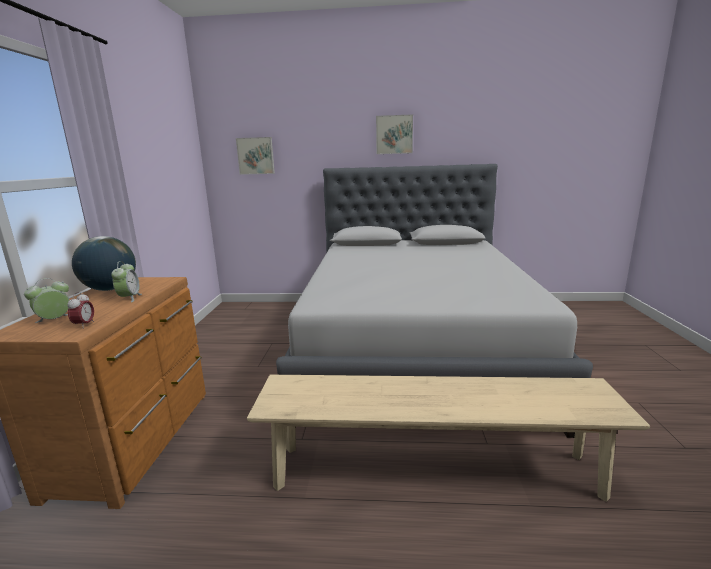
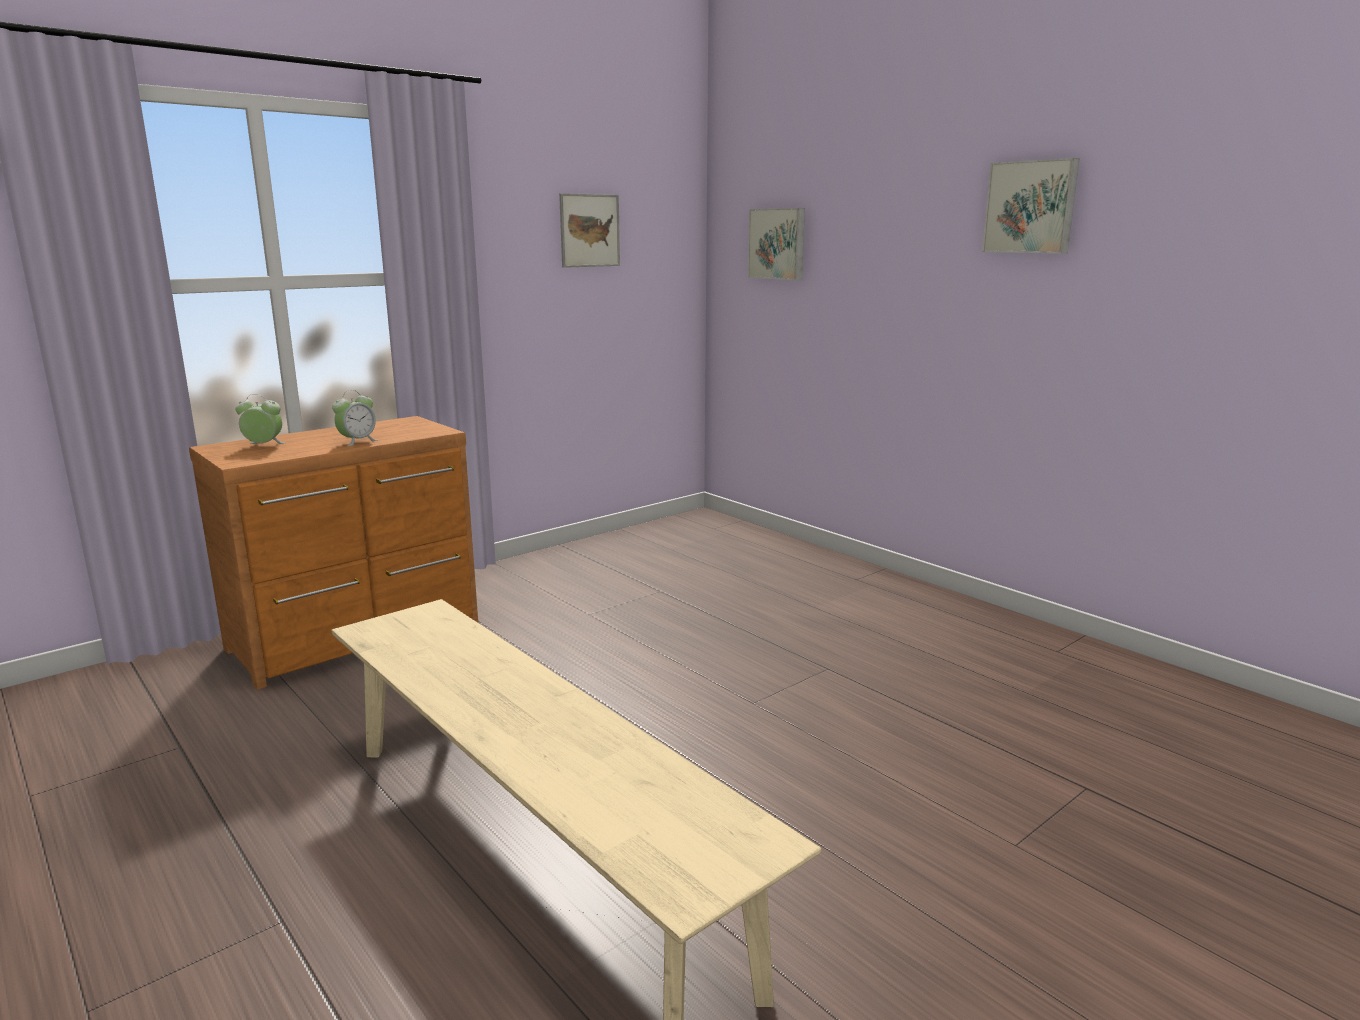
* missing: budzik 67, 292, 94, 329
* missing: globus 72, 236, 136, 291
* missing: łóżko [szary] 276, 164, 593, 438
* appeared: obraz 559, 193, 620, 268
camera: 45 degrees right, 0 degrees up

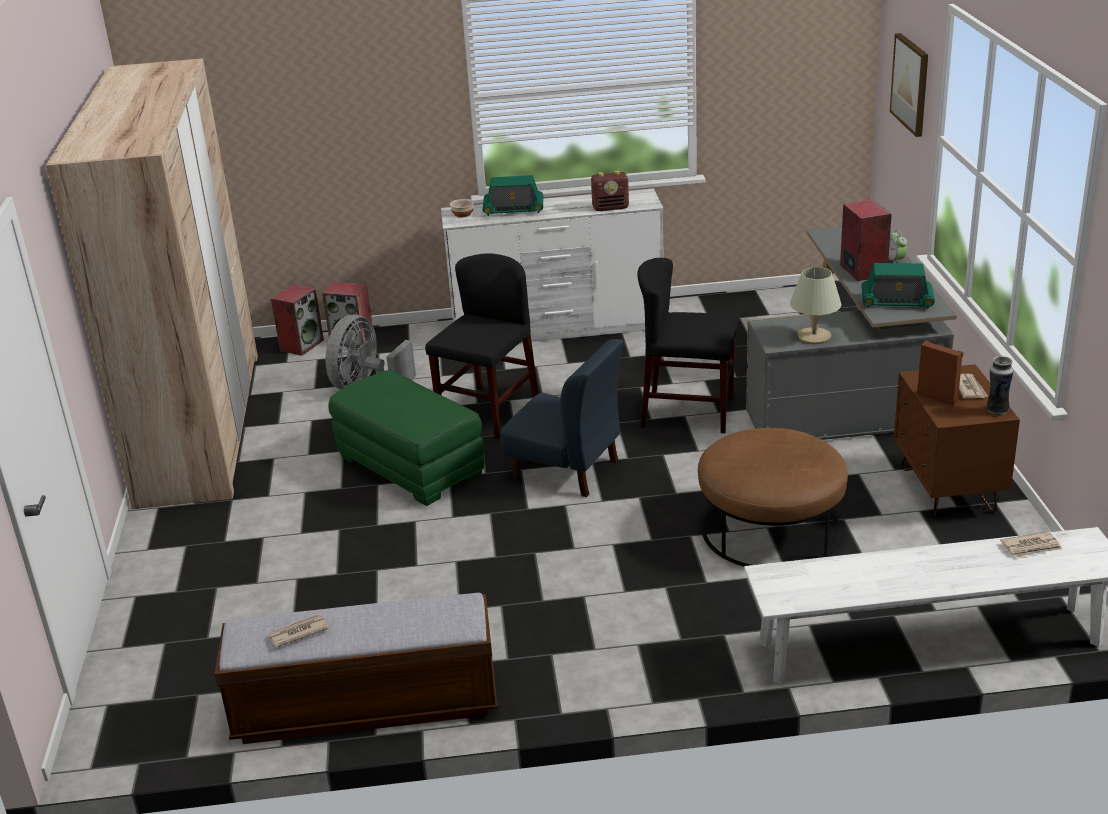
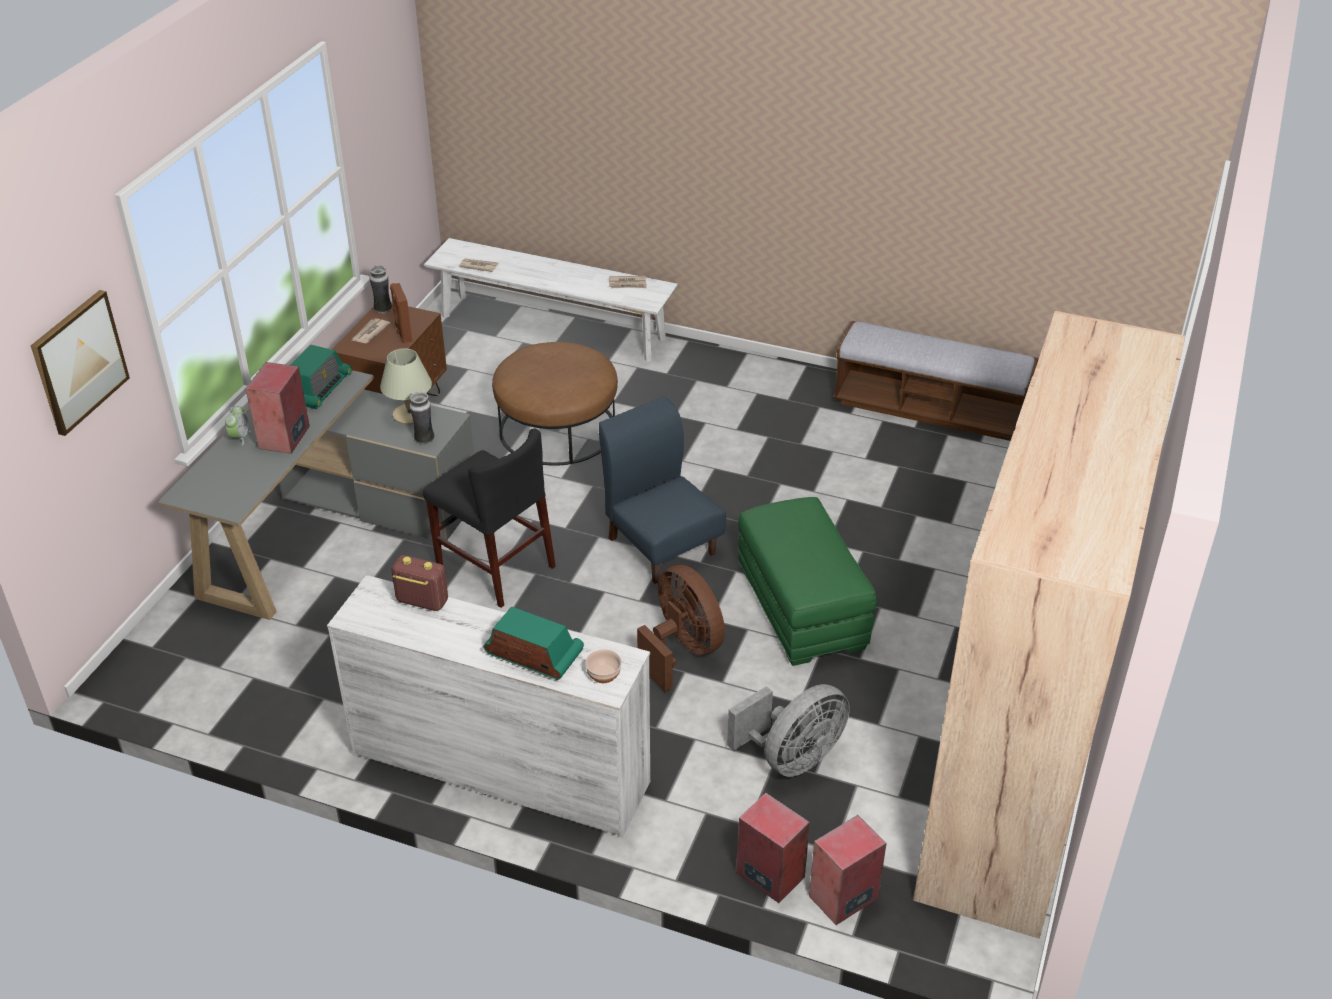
* relocated: gazeta 267, 614, 329, 647 to 609, 276, 647, 288
* exchanged: krzesło [czarny] 425, 253, 538, 439 to wentylator [brązowy] 637, 565, 725, 692
* spun: radio 861, 263, 935, 308 = 290, 344, 352, 409 75 degrees clockwise
* appeared: wazon 410, 392, 435, 445
camera: 155 degrees left, 10 degrees up

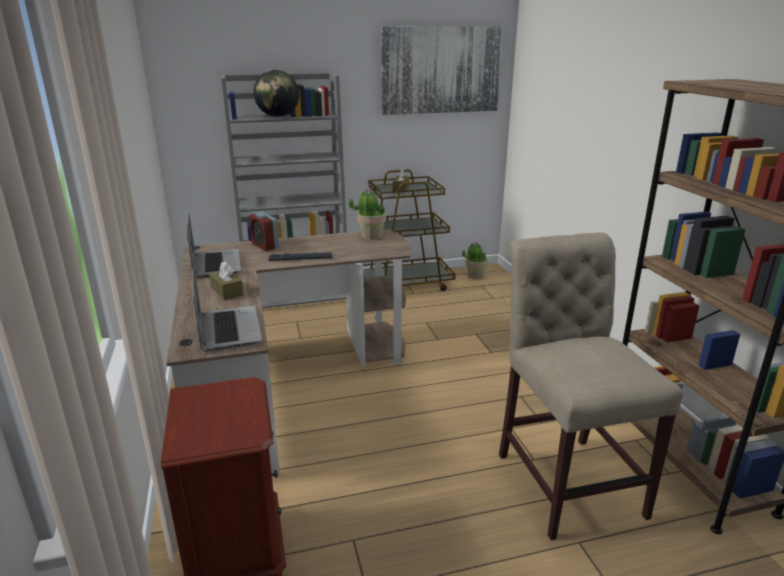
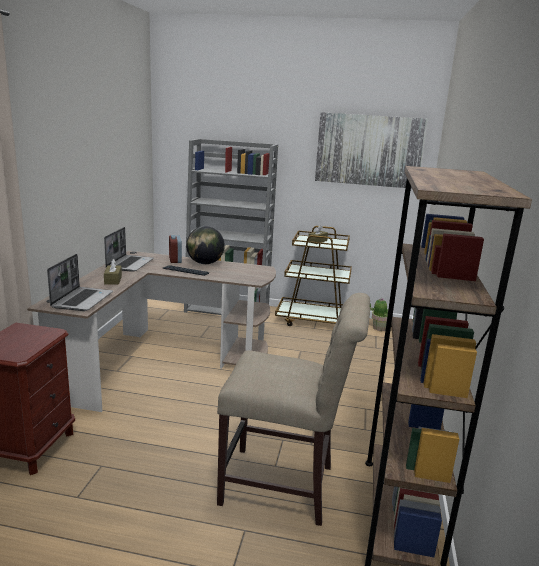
* relocated: globus 254, 70, 299, 117 to 186, 226, 225, 264
* missing: roślina doniczkowa 348, 188, 386, 240
* spun: krzesło [beżowy] 499, 232, 683, 540 = 217, 293, 370, 526 90 degrees clockwise
camera: 25 degrees right, 5 degrees down

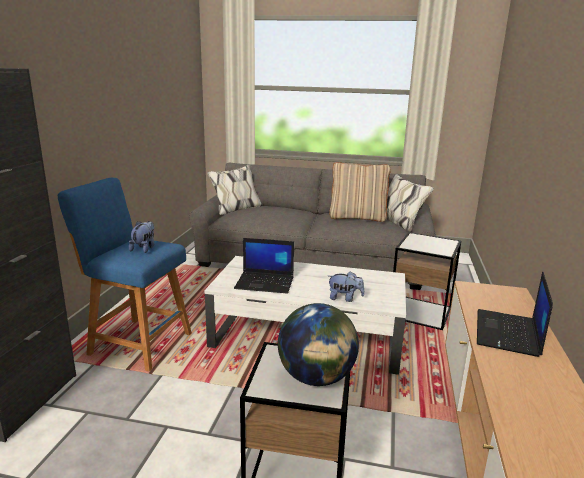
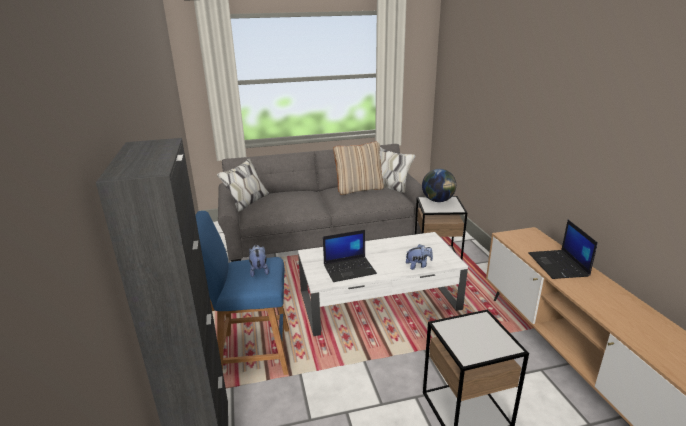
* relocated: globus 278, 303, 359, 386 to 422, 169, 456, 202
camera: 25 degrees left, 5 degrees up

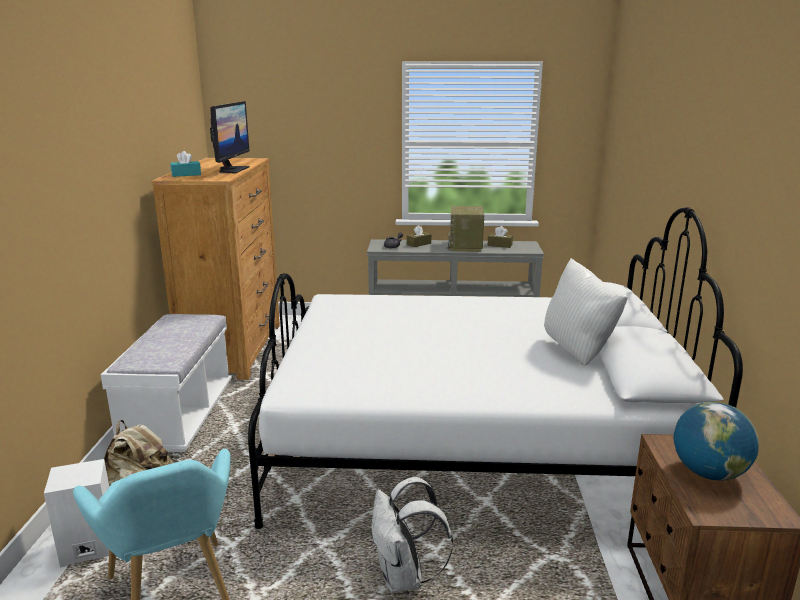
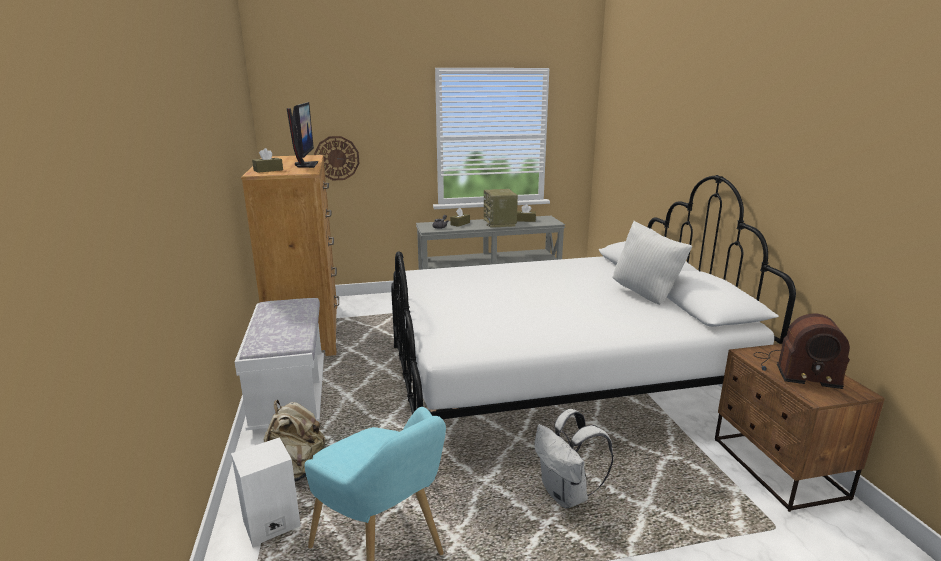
* colour: pudełko chusteczek [turkusowy] 171, 151, 201, 177 to pudełko chusteczek [brązowy] 252, 148, 283, 173
* exchanged: globus 674, 402, 759, 480 to radio 754, 313, 850, 389
* appeared: zegar ścienny 314, 136, 360, 180
camera: 15 degrees left, 0 degrees up

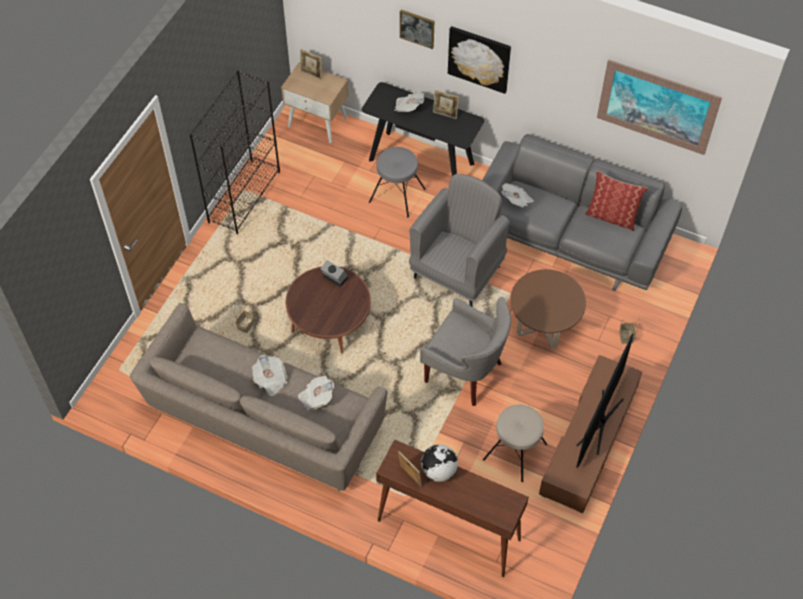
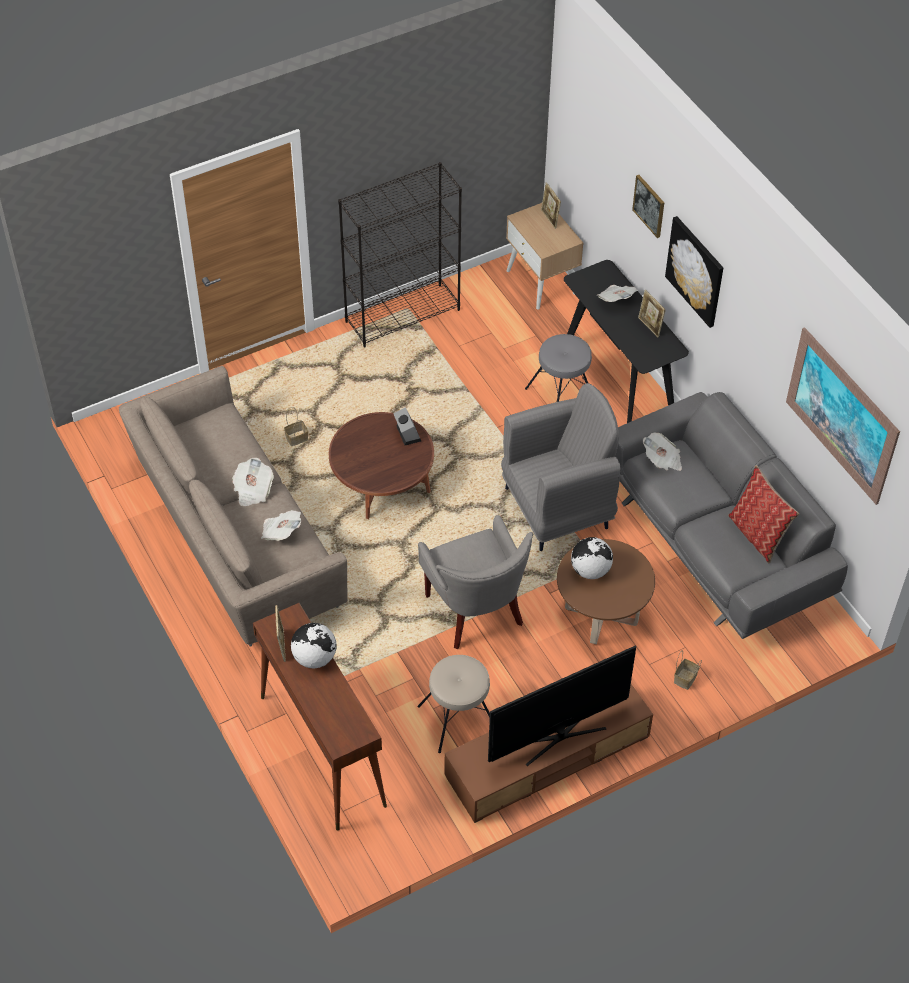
* appeared: globus 571, 537, 613, 579
camera: 35 degrees right, 5 degrees down

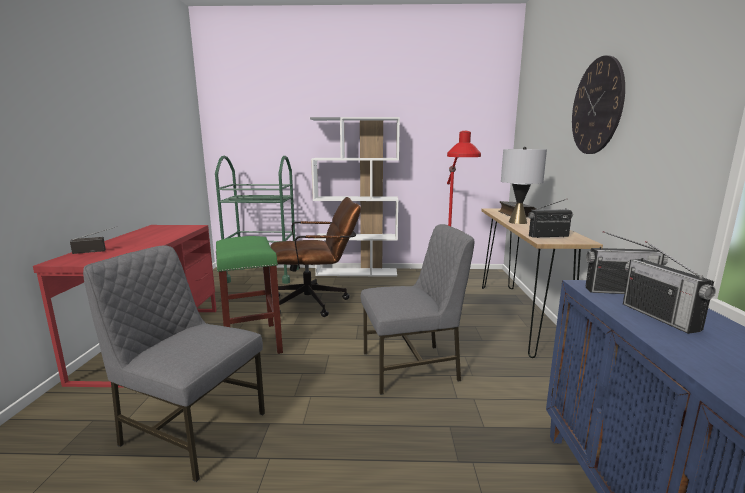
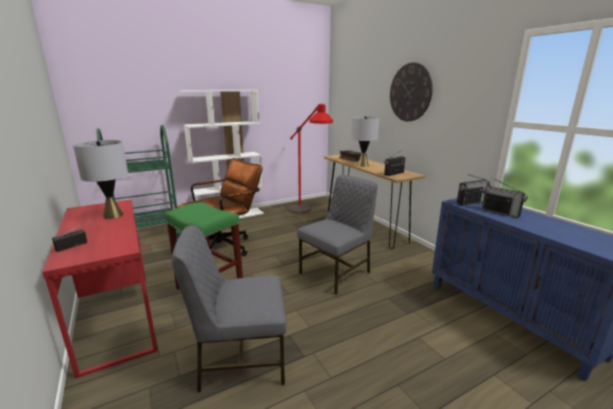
* appeared: lampa stołowa [szary] 73, 140, 128, 219
camera: 30 degrees left, 5 degrees up

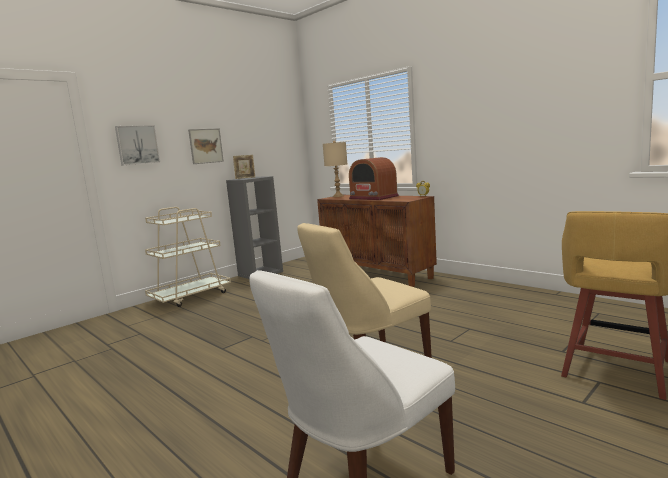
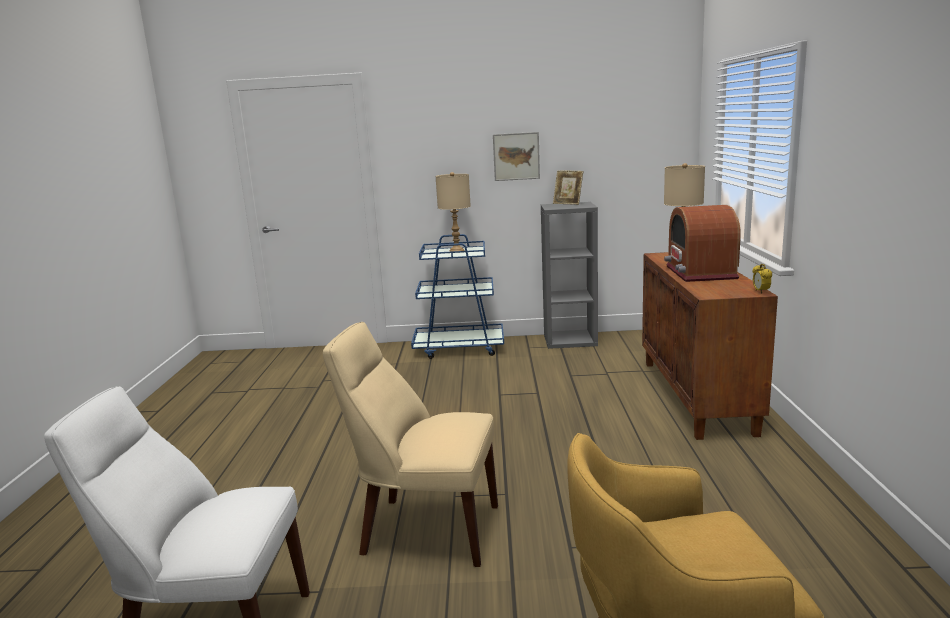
* missing: obraz 115, 125, 160, 166
* colour: wózek [beżowy] 145, 207, 231, 307 to wózek [niebieski] 411, 234, 504, 359
* appeared: lampa stołowa [beżowy] 435, 172, 471, 252
camera: 45 degrees right, 5 degrees up

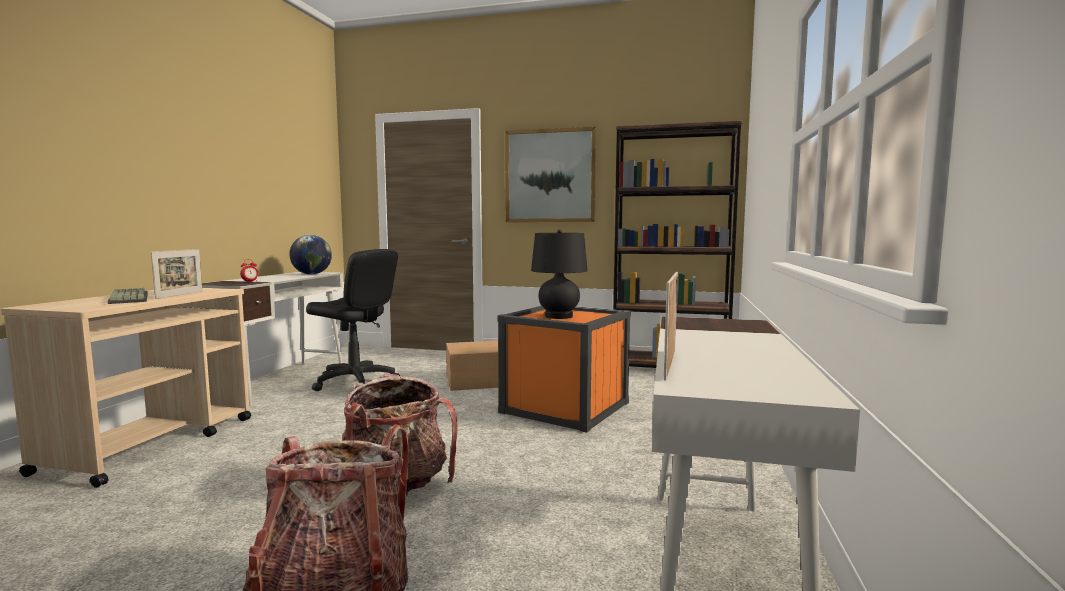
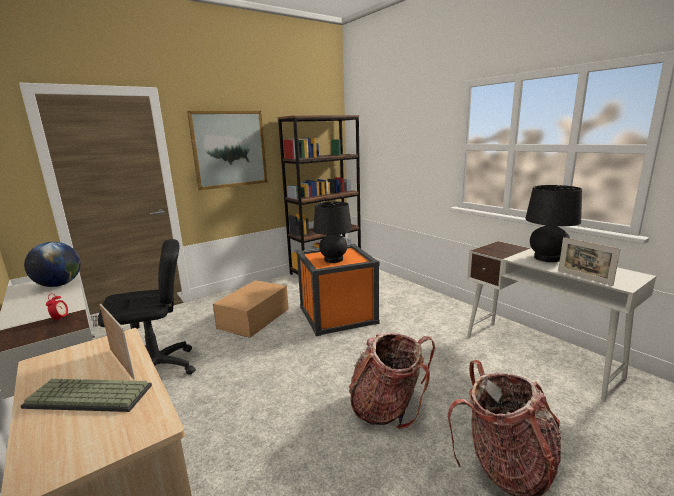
* appeared: lampa stołowa [czarny] 525, 185, 582, 262
camera: 50 degrees left, 10 degrees up

